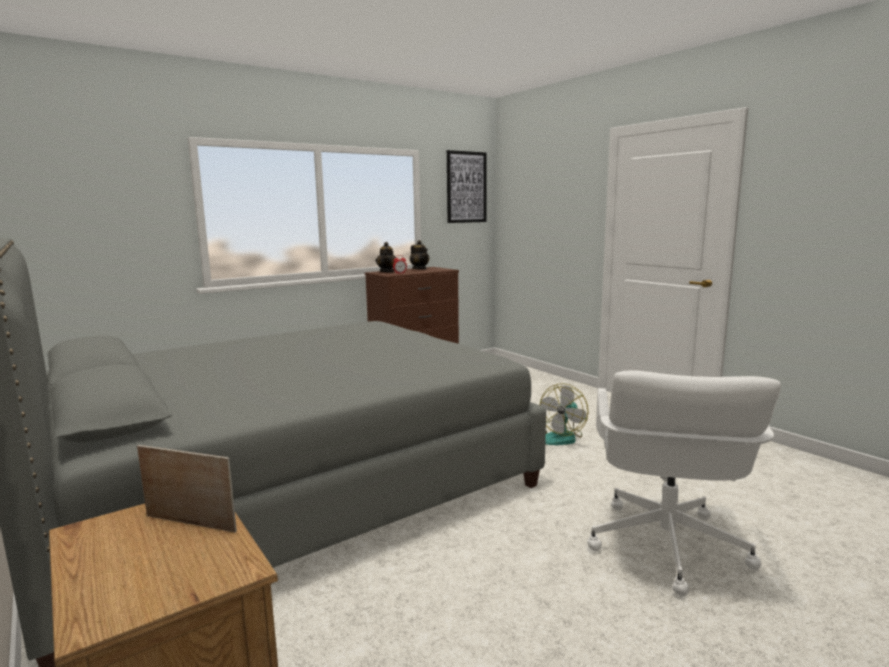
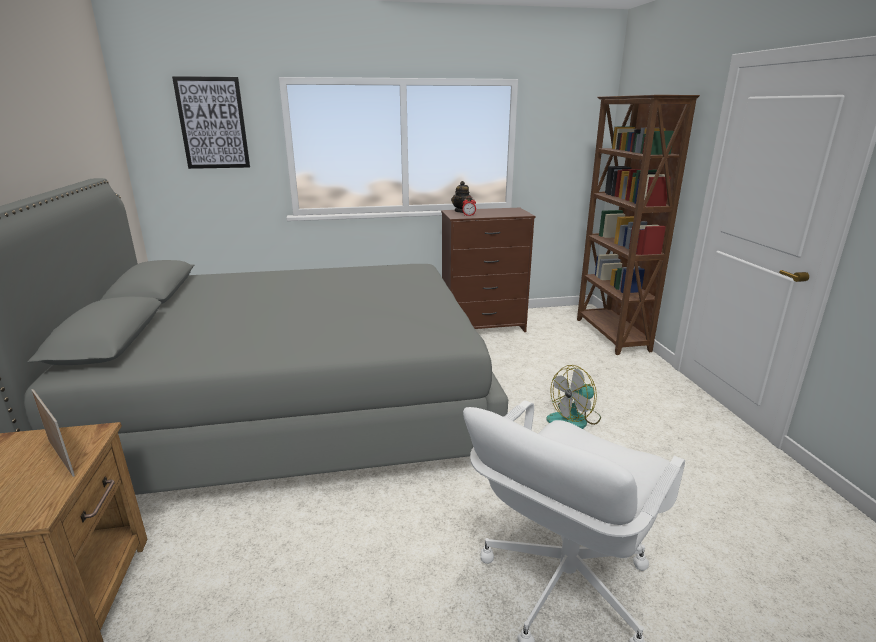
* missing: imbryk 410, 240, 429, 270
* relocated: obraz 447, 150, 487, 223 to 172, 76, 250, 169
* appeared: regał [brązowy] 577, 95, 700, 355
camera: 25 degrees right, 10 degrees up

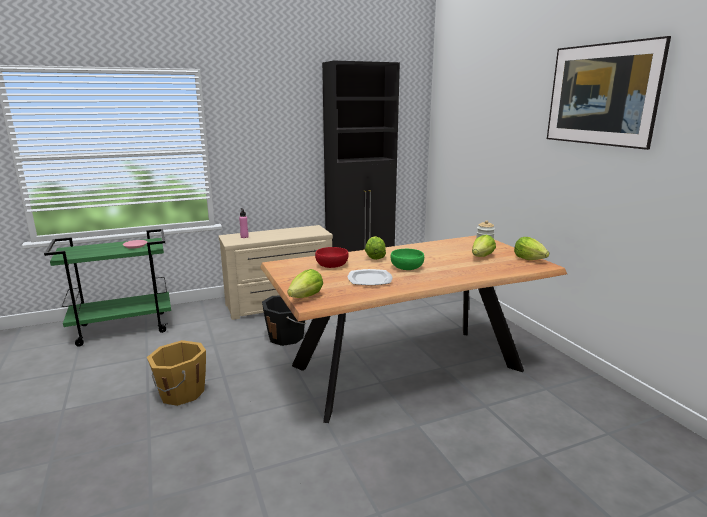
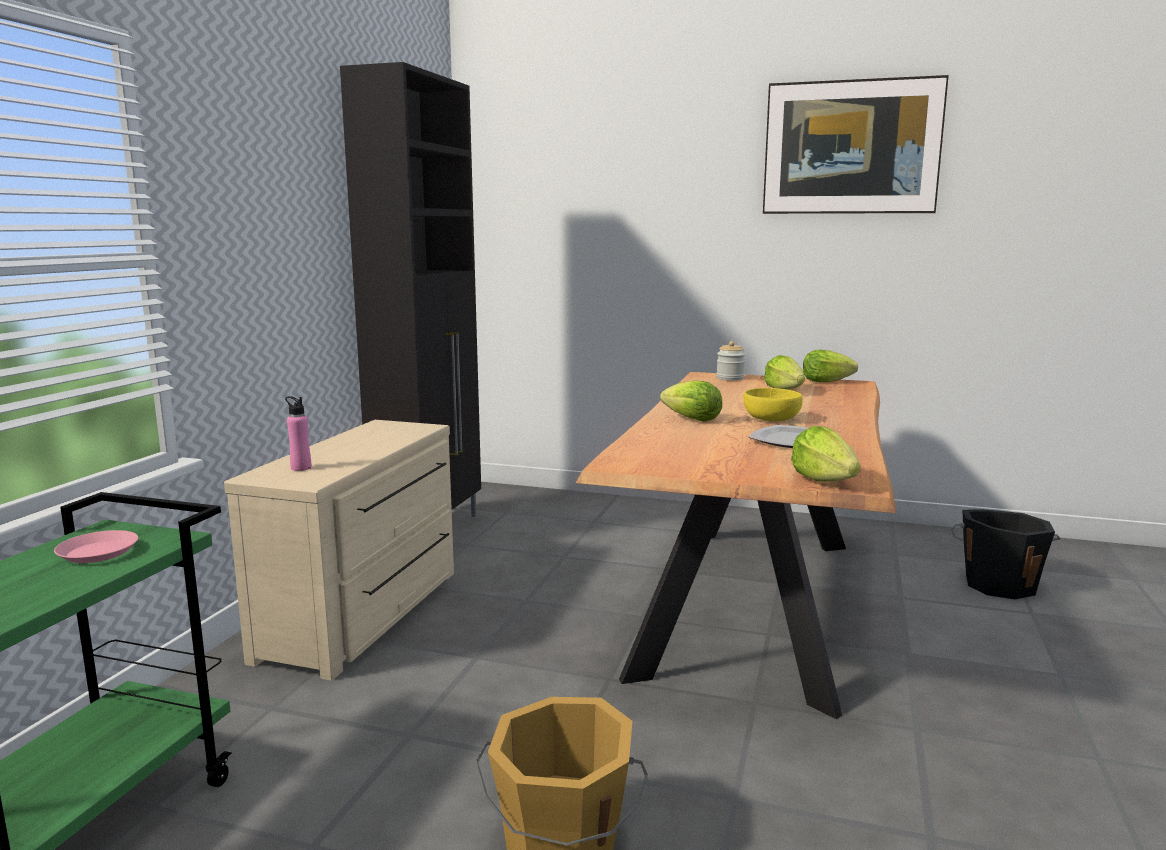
* relocated: wiadro [czarny] 262, 295, 307, 346 to 951, 509, 1060, 599
* missing: miska [czerwony] 315, 247, 348, 268
* colour: miska [zielony] 391, 249, 424, 270 to miska [żółty] 743, 388, 803, 421
camera: 50 degrees left, 5 degrees down

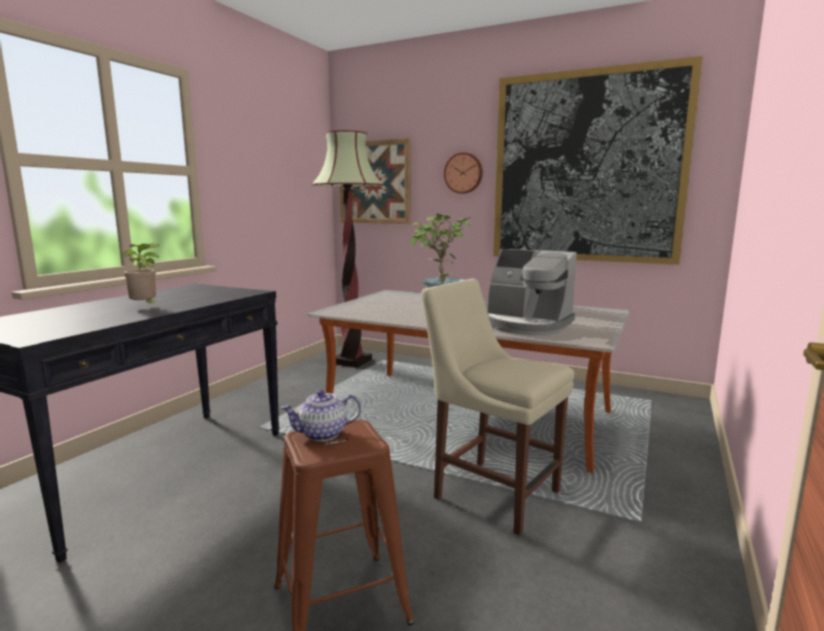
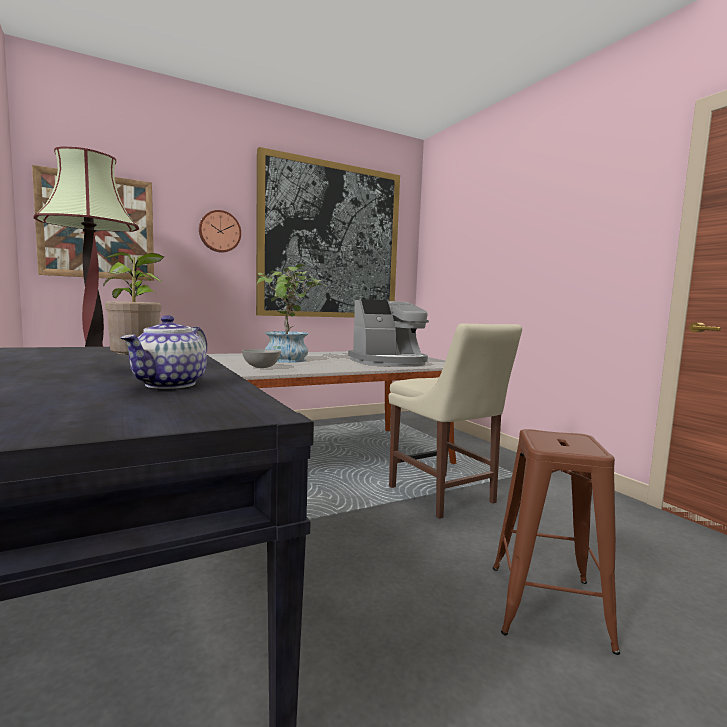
* relocated: imbryk 281, 390, 361, 441 to 121, 315, 207, 389
* spun: krzesło [beżowy] 421, 279, 574, 535 = 389, 323, 522, 519 105 degrees counterclockwise
* appeared: miska [szary] 242, 349, 281, 368
camera: 55 degrees left, 5 degrees down

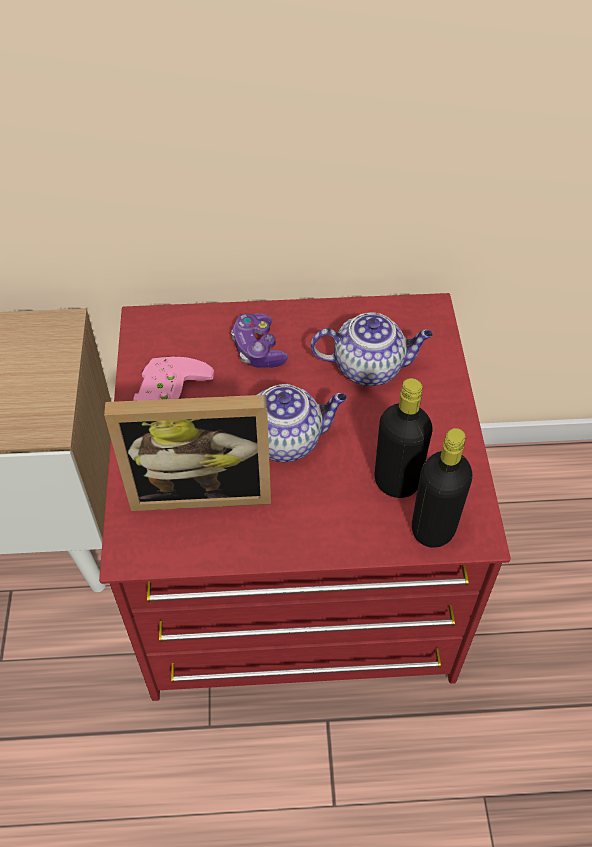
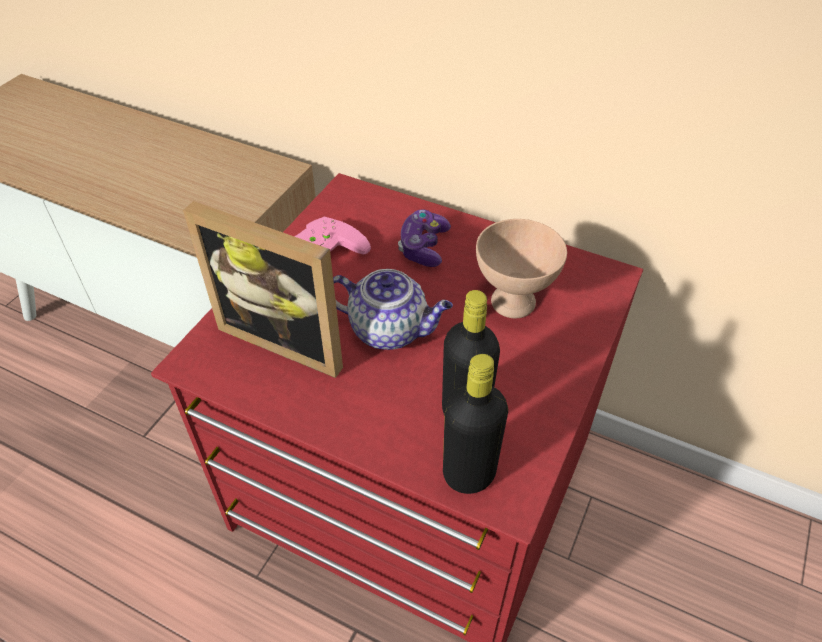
* exchanged: imbryk 311, 312, 433, 386 to miska [beżowy] 476, 219, 567, 318
camera: 30 degrees right, 5 degrees down

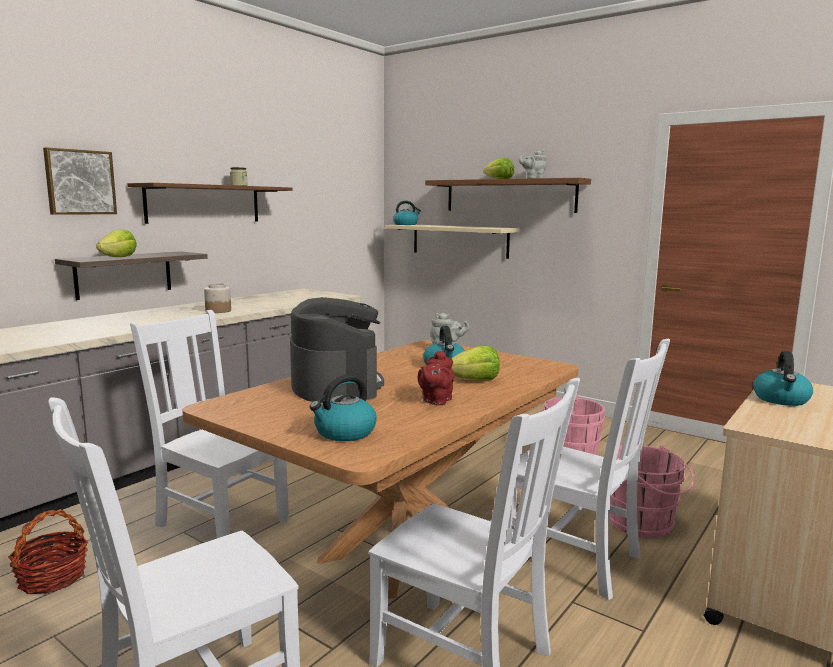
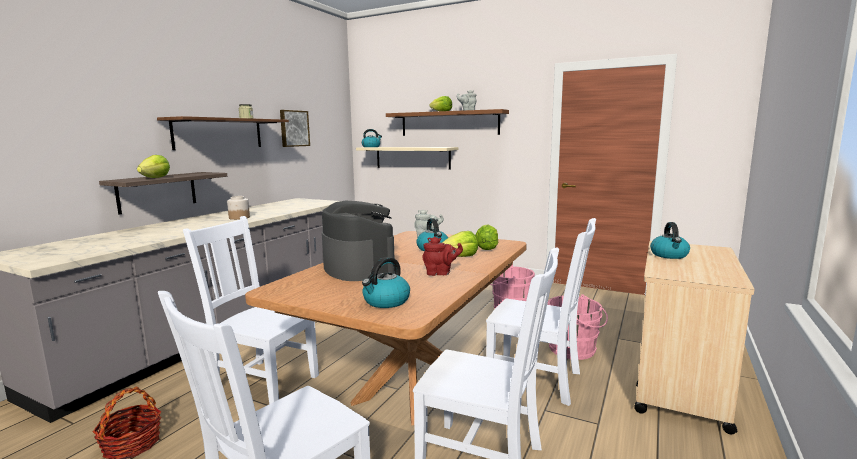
* relocated: obraz 43, 147, 117, 215 to 280, 110, 310, 147
* spun: imbryk [czerwony] 418, 350, 454, 405 = 422, 237, 463, 276 105 degrees counterclockwise
* appeared: sałata 475, 224, 499, 250
camera: 10 degrees left, 0 degrees up

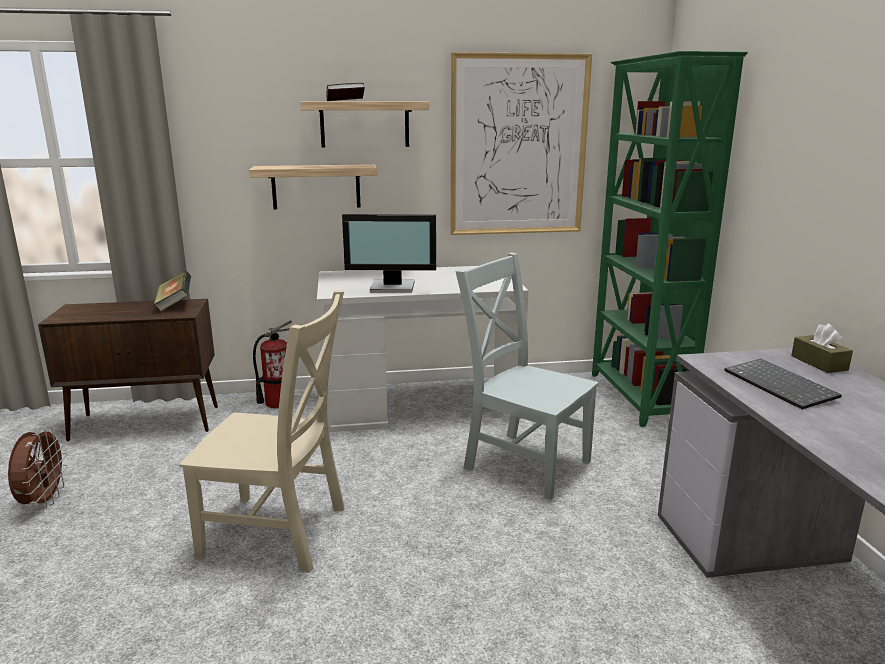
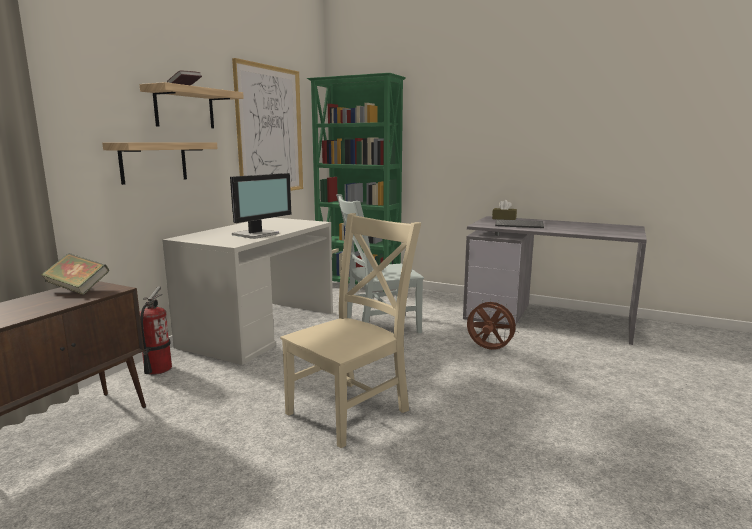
* relocated: wentylator [brązowy] 8, 426, 68, 509 to 467, 298, 519, 350
camera: 55 degrees left, 5 degrees down

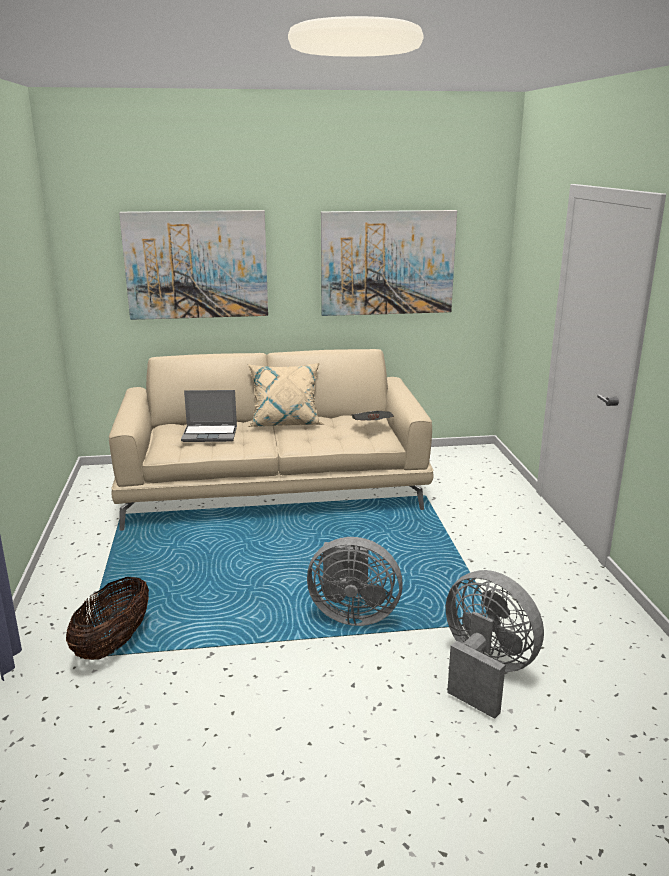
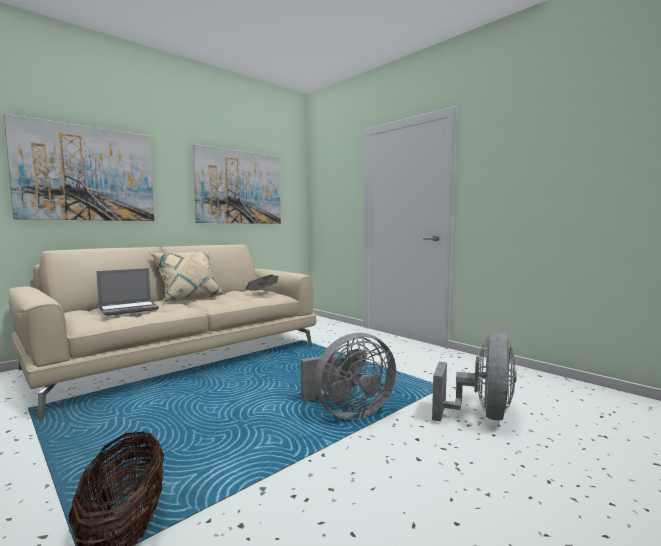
* spun: wentylator [szary] 446, 570, 544, 719 = 432, 331, 517, 422 105 degrees clockwise
camera: 35 degrees left, 15 degrees down

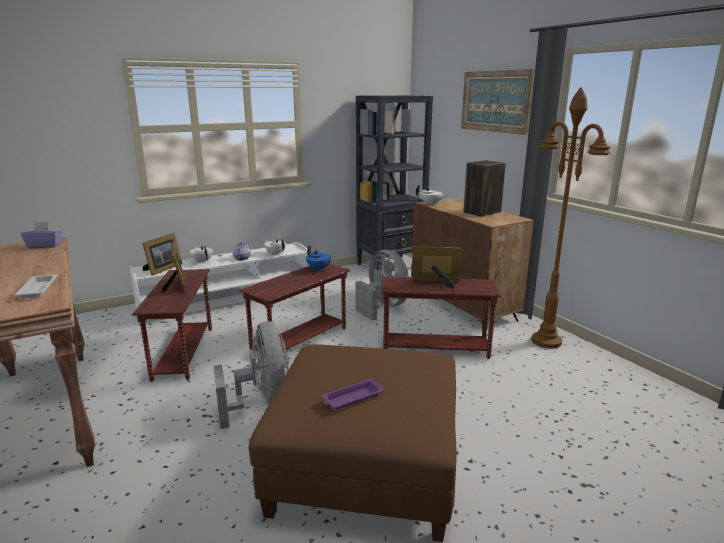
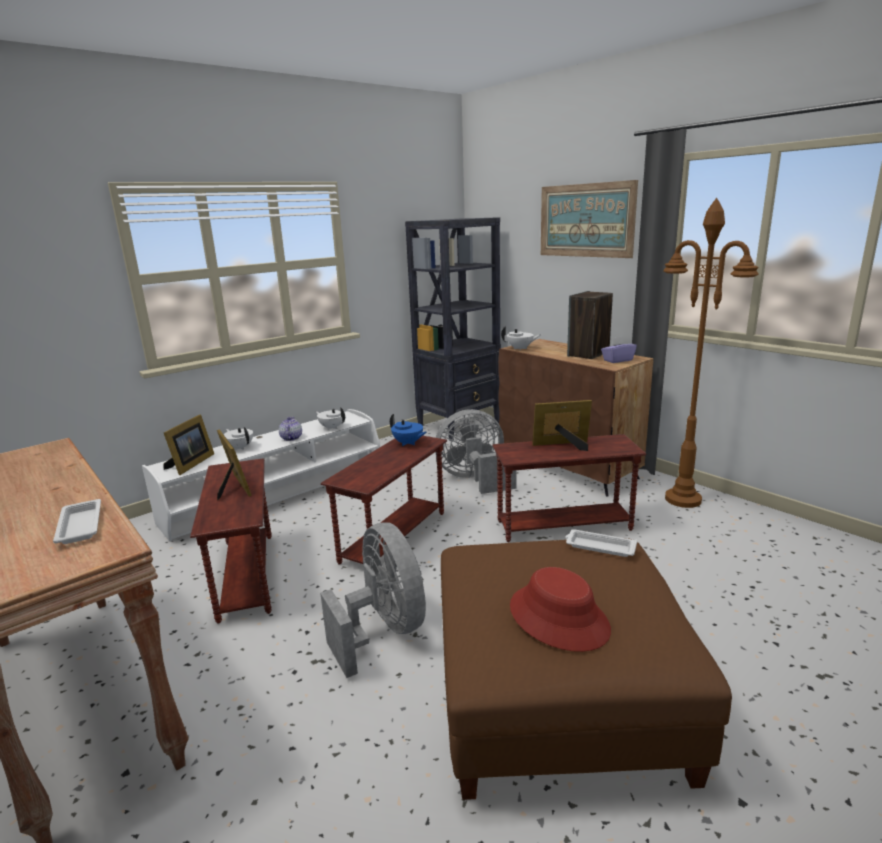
* relocated: pudełko chusteczek [fioletowy] 21, 221, 62, 249 to 601, 336, 637, 363
* exchanged: taca [fioletowy] 322, 378, 385, 409 to kapelusz [czerwony] 510, 567, 611, 652
* spun: wentylator [szary] 355, 250, 409, 321 = 435, 409, 516, 494 60 degrees counterclockwise
* appeared: taca [biały] 565, 529, 637, 557
camera: 10 degrees left, 0 degrees up

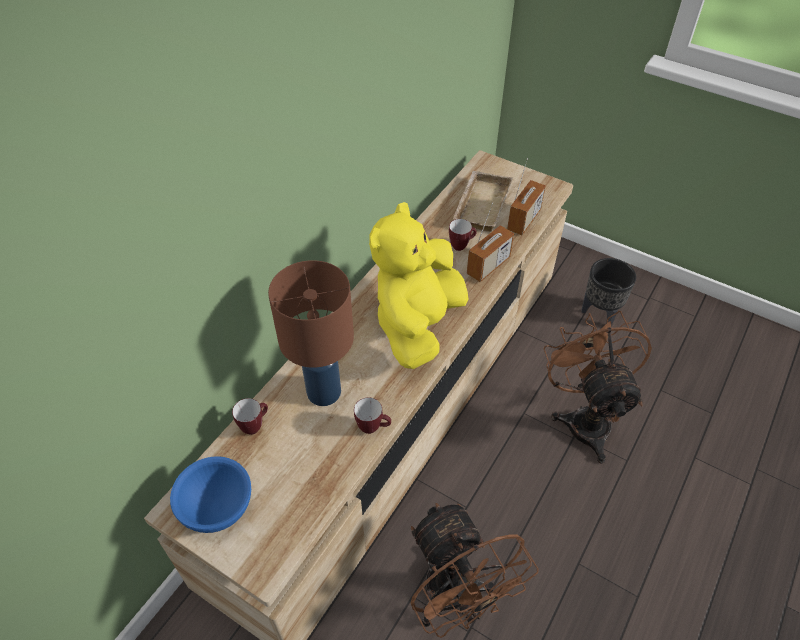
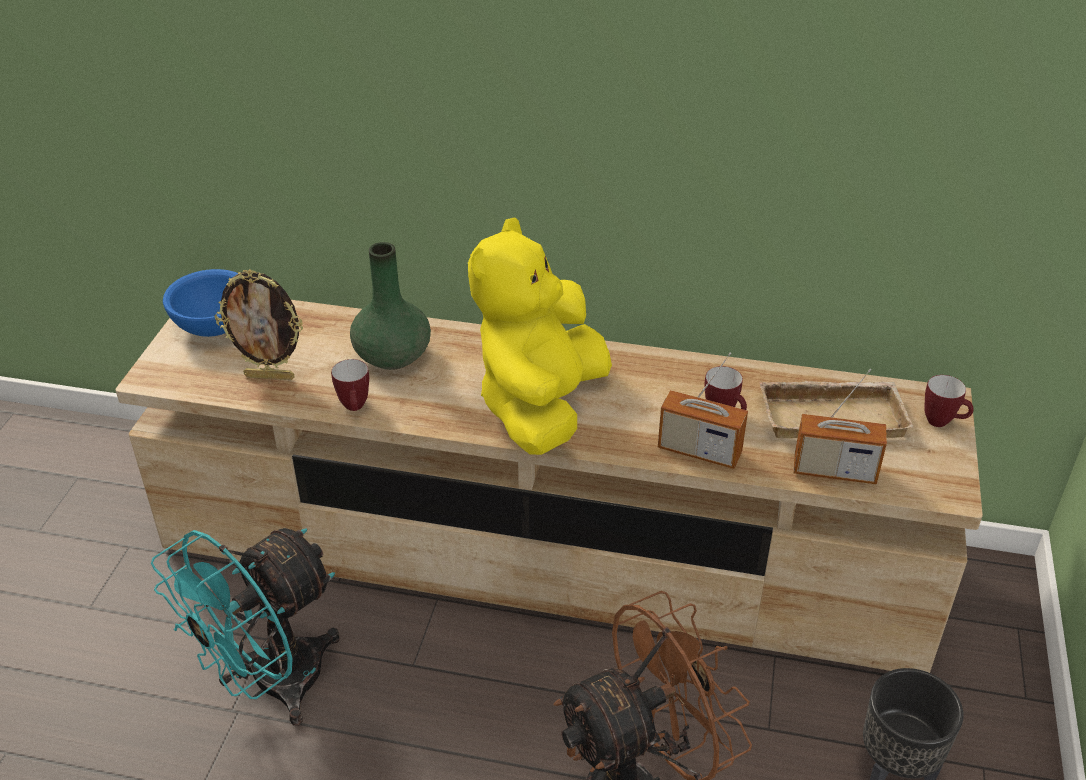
* relocated: kubek 232, 398, 268, 435 to 924, 375, 974, 427
* exchanged: lampa stołowa [brązowy] 268, 260, 354, 406 to wazon [zielony] 350, 242, 431, 370
* spun: pluszak [żółty] 369, 202, 468, 369 = 468, 217, 612, 455 75 degrees counterclockwise
* colour: wentylator [brązowy] 411, 503, 539, 638 to wentylator [turkusowy] 151, 528, 340, 725
* appeared: ramka na zdjęcie 215, 269, 303, 380
camera: 70 degrees right, 10 degrees down

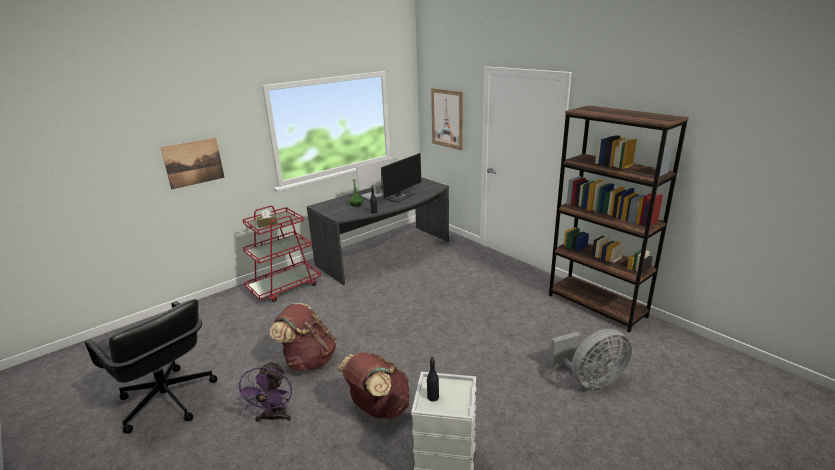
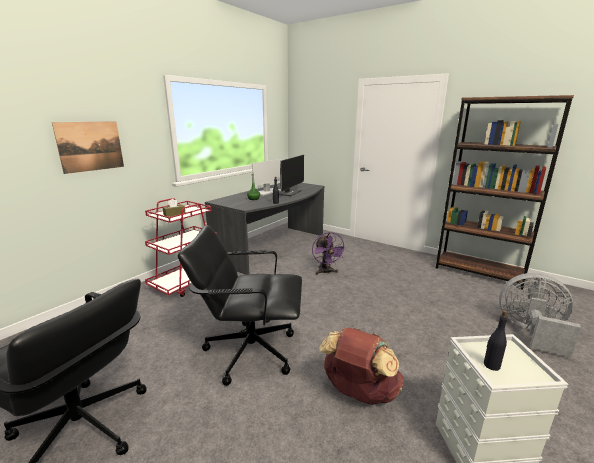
* relocated: wentylator [fioletowy] 236, 361, 292, 423 to 312, 232, 345, 275
* exchanged: plecak [brązowy] 269, 303, 336, 371 to krzesło biurowe [czarny] 178, 225, 302, 386
* missing: obraz 431, 88, 463, 150
* spun: wentylator [szary] 549, 329, 632, 389 = 499, 273, 581, 357 120 degrees counterclockwise
camera: 15 degrees left, 5 degrees down

